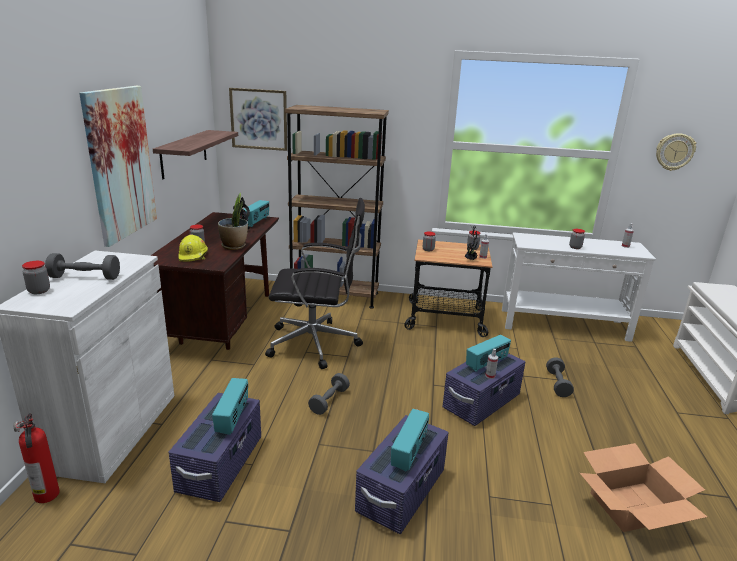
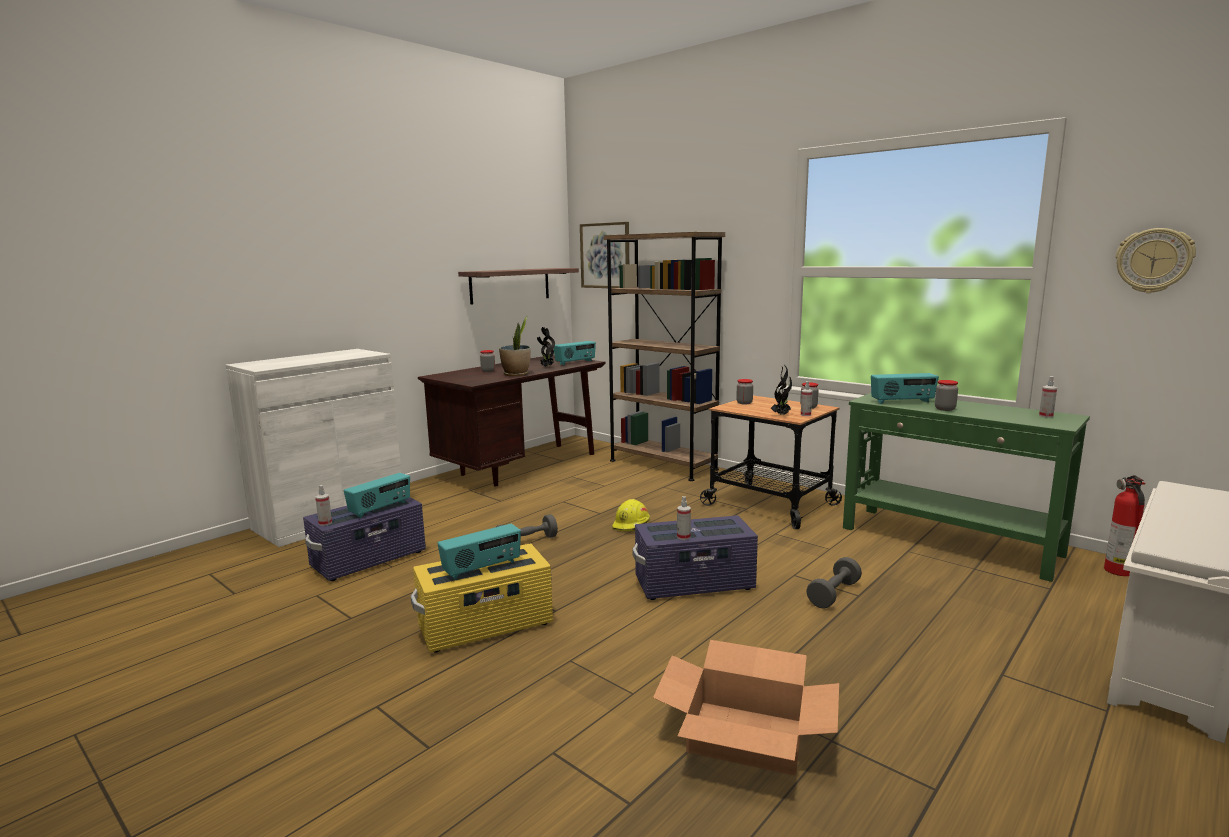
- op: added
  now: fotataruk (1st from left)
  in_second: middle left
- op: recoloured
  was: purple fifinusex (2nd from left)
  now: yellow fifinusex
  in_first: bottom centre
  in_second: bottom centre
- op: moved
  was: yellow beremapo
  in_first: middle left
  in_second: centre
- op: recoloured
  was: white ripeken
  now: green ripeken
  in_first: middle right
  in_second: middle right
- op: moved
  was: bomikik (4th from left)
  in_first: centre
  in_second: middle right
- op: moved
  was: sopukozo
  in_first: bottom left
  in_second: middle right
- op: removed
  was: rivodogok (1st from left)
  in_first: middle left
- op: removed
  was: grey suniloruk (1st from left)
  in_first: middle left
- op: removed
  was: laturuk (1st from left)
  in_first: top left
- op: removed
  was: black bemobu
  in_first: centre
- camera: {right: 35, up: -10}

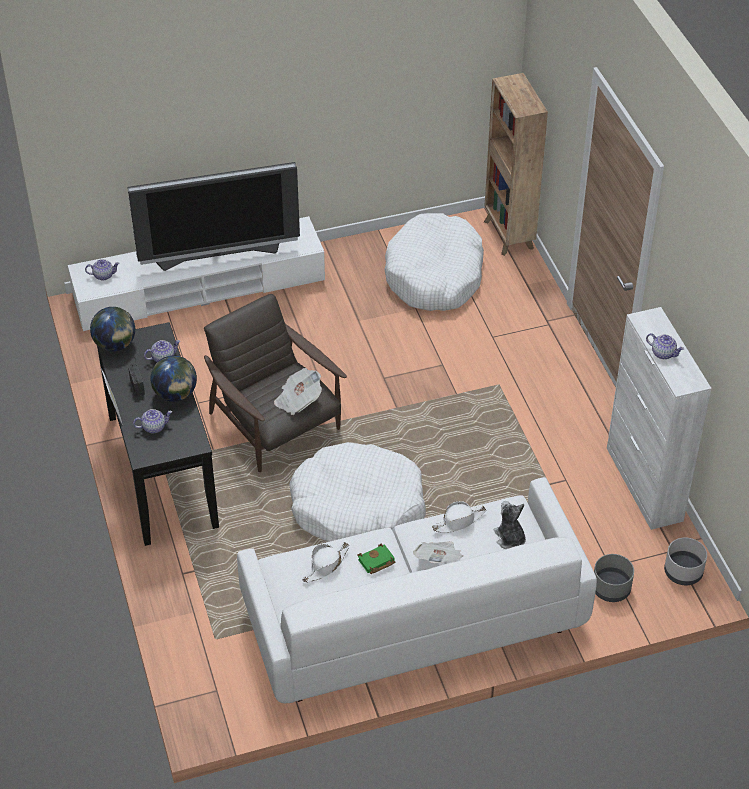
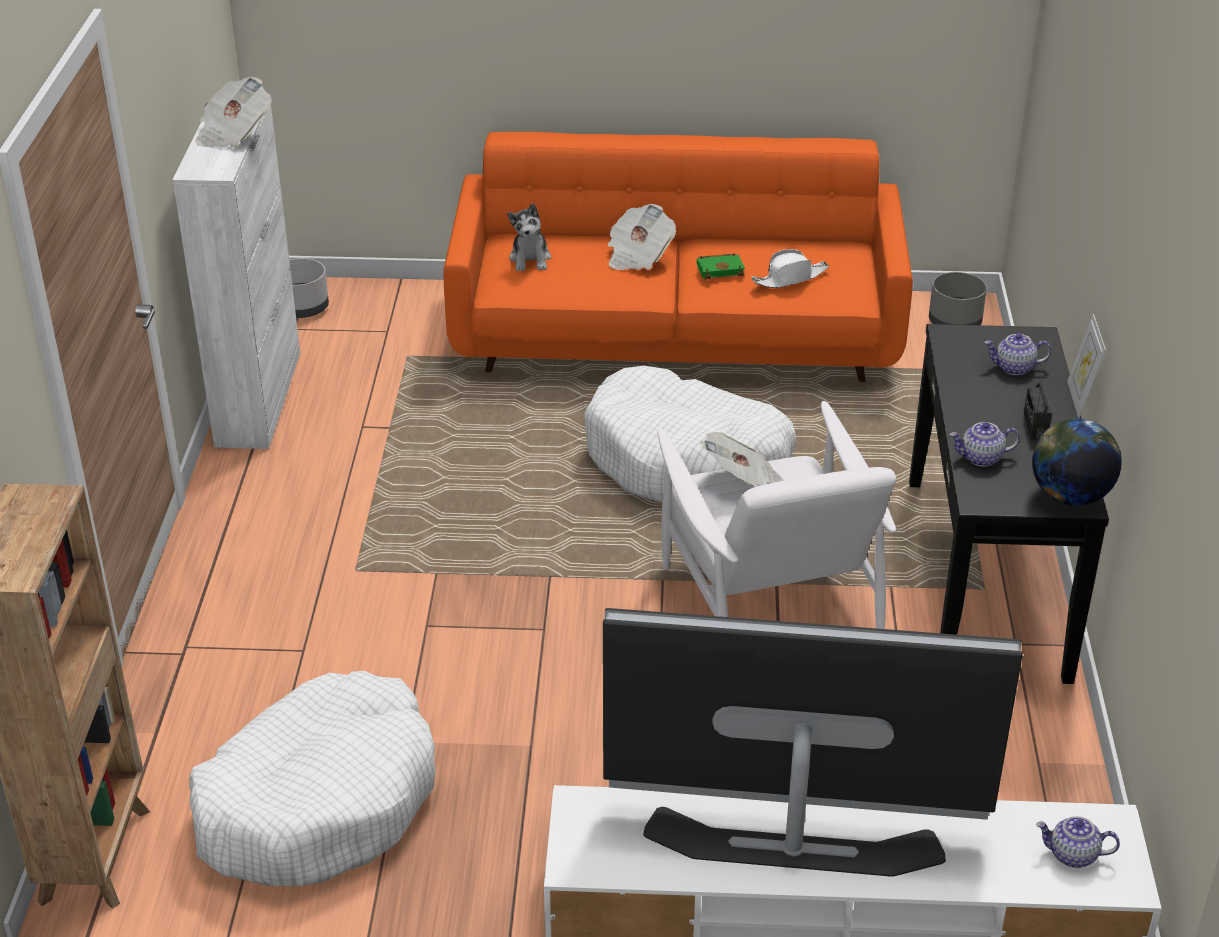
- op: replaced
  was: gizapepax (4th from left)
  now: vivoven (1st from left)
  in_first: middle right
  in_second: top left
- op: recoloured
  was: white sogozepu
  now: orange sogozepu
  in_first: bottom centre
  in_second: top centre
- op: recoloured
  was: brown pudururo
  now: white pudururo
  in_first: centre
  in_second: centre
- op: moved
  was: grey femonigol (1st from left in the first image)
  now: grey femonigol (2nd from left)
  in_first: bottom right
  in_second: top right
- op: removed
  was: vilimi (2nd from left)
  in_first: middle left
- op: removed
  was: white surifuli (2nd from left)
  in_first: centre
- camera: {right: -160, up: -10}

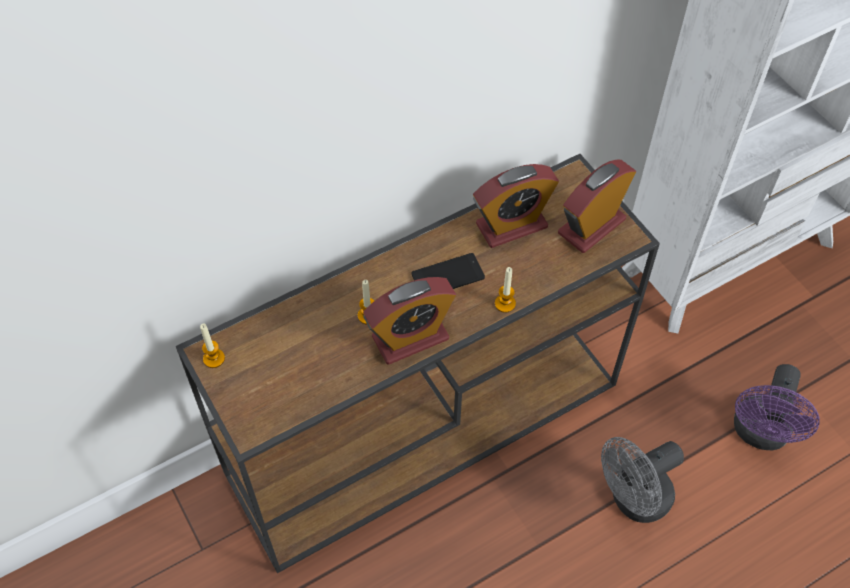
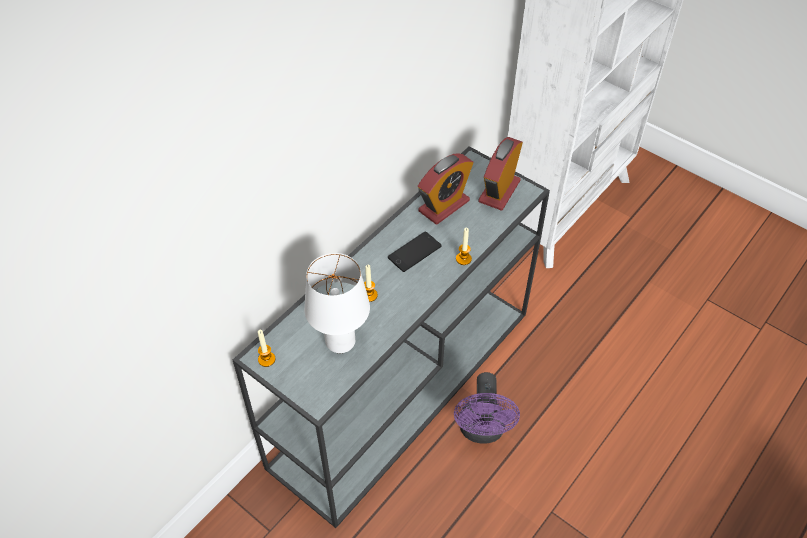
- op: recoloured
  was: brown ripeken
  now: grey ripeken
  in_first: centre
  in_second: centre
- op: added
  now: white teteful
  in_second: centre
- op: moved
  was: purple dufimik
  in_first: bottom right
  in_second: bottom centre
- op: removed
  was: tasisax (1st from left)
  in_first: centre
- op: removed
  was: grey dufimik
  in_first: bottom right
- camera: {right: -20, up: -5}

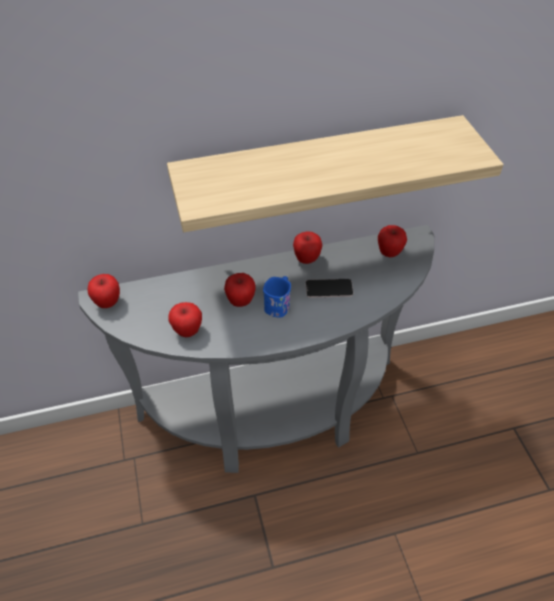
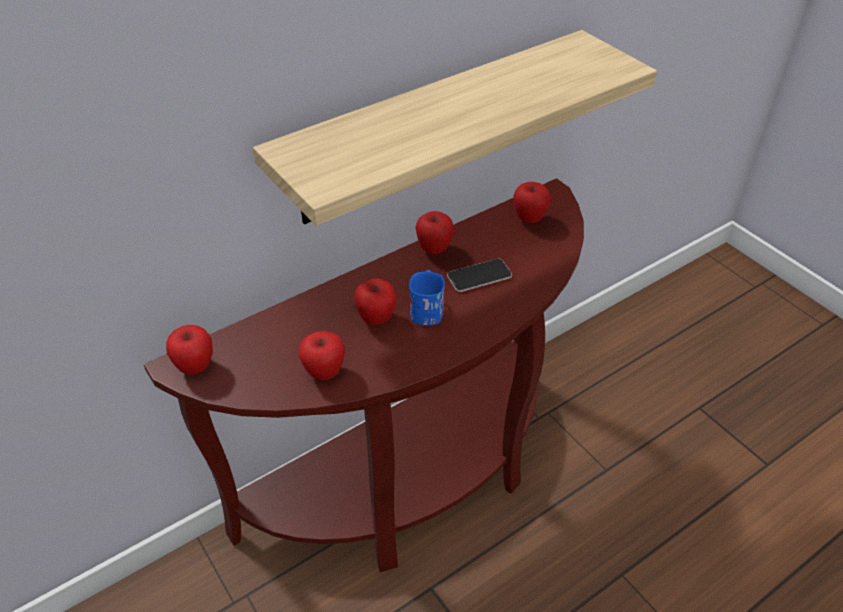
- op: recoloured
  was: grey ripeken
  now: brown ripeken
  in_first: centre
  in_second: centre
- camera: {right: -20, up: -5}

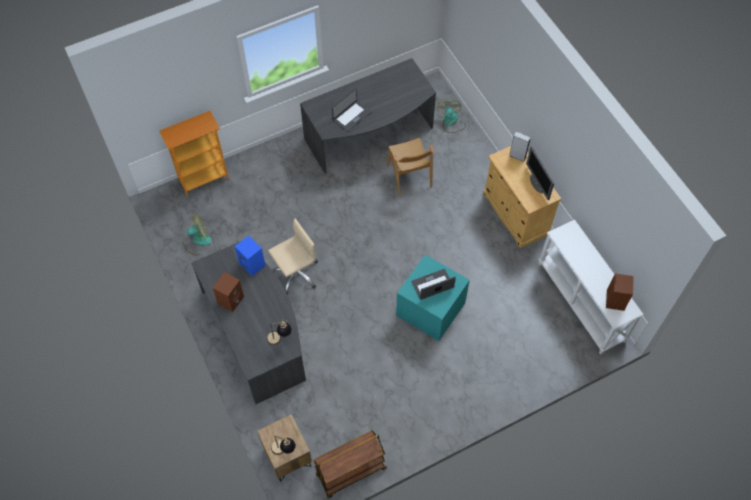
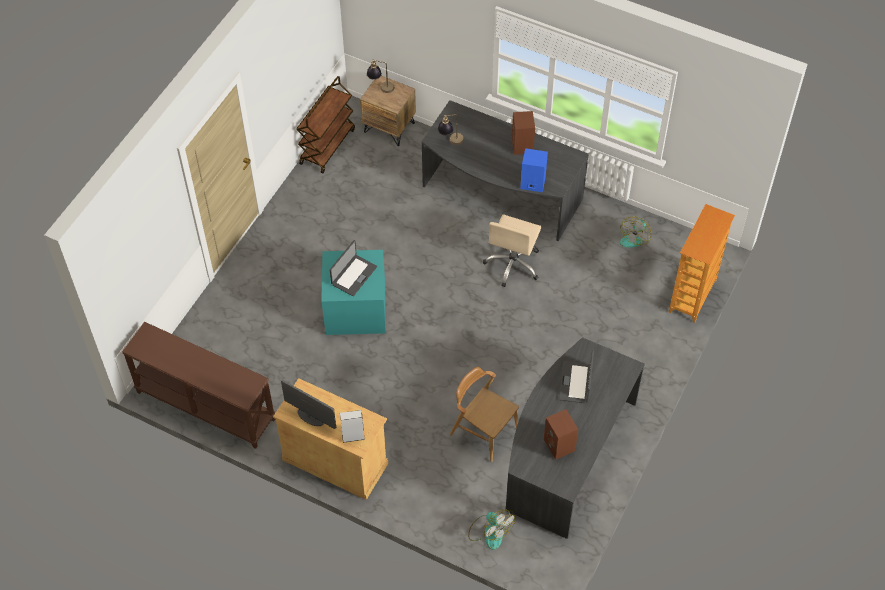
- op: recoloured
  was: white ripeken
  now: brown ripeken
  in_first: middle right
  in_second: middle left
- op: moved
  was: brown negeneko (2nd from left)
  in_first: middle right
  in_second: bottom centre
- camera: {right: 145, up: -5}

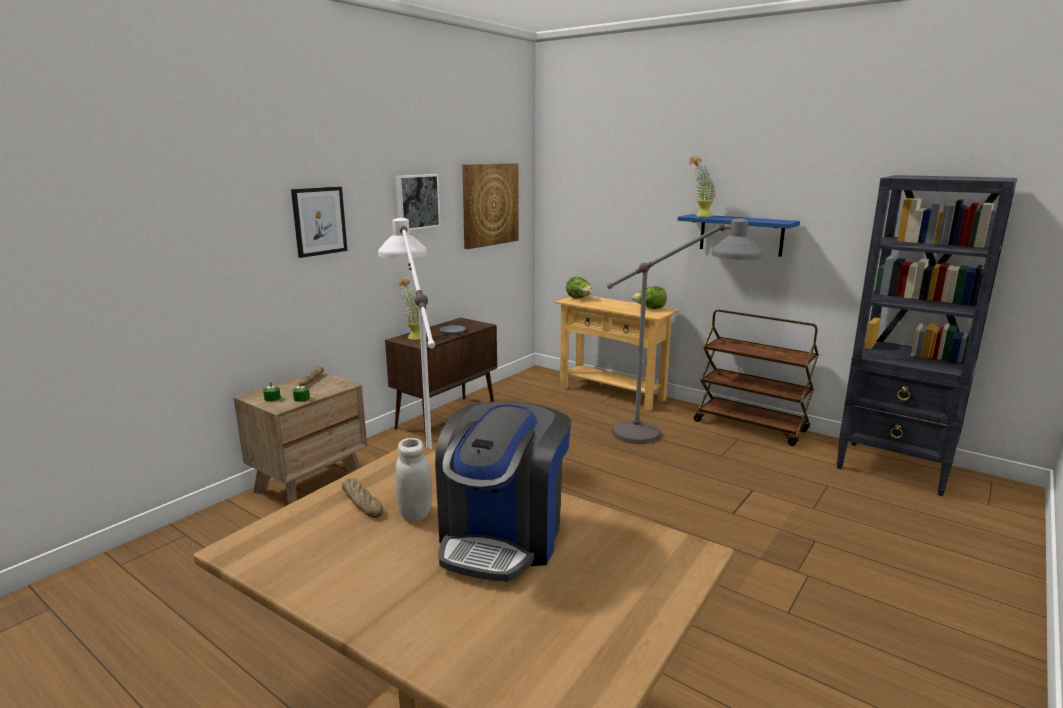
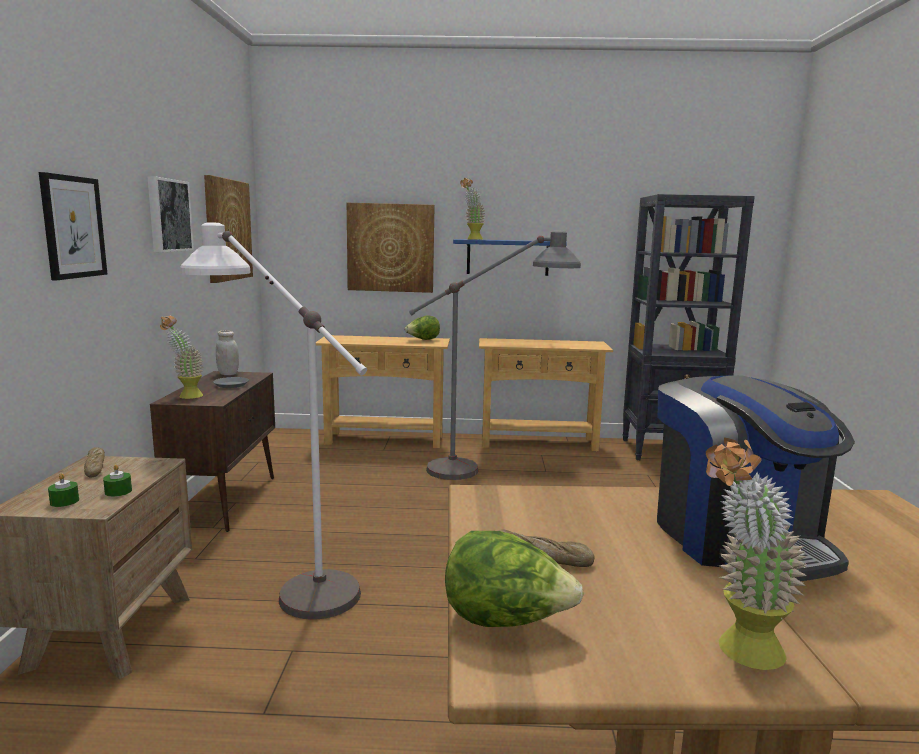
- op: moved
  was: white rivodogok
  in_first: bottom centre
  in_second: middle left
- op: added
  now: laturuk (4th from left)
  in_second: top centre
- op: moved
  was: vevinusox (1st from left in the first image)
  now: vevinusox (2nd from left)
  in_first: centre
  in_second: bottom centre
- op: replaced
  was: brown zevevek
  now: beige ripeken (2nd from left)
  in_first: middle right
  in_second: centre
- op: added
  now: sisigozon (3rd from left)
  in_second: bottom right
- camera: {right: -35, up: -5}

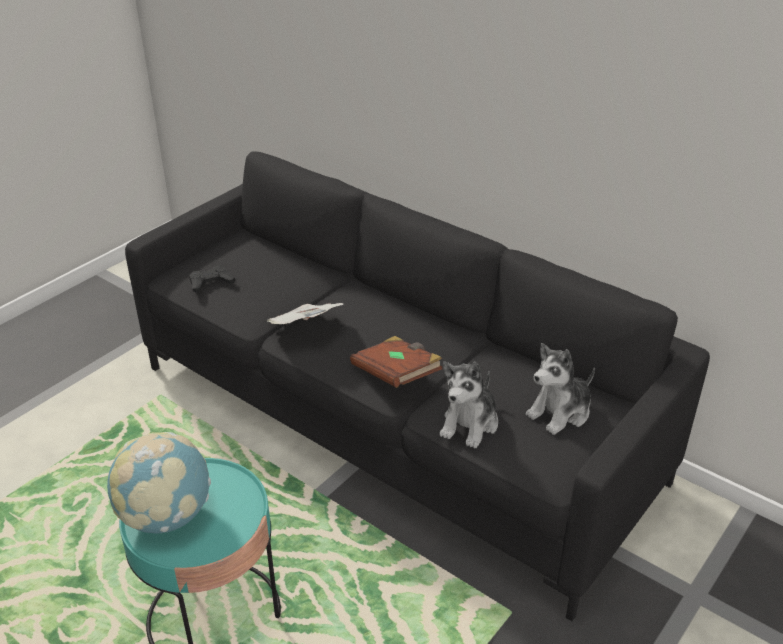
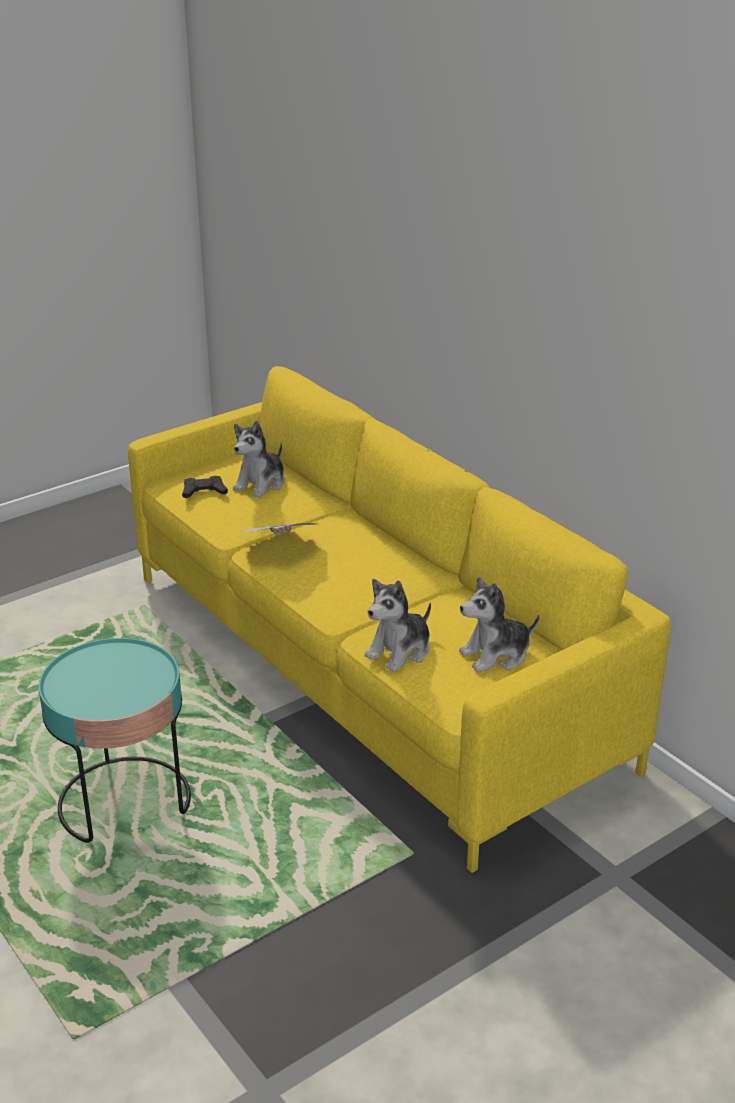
- op: recoloured
  was: black sogozepu
  now: yellow sogozepu
  in_first: centre
  in_second: centre
- op: added
  now: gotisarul (1st from left)
  in_second: centre
- op: removed
  was: vilimi
  in_first: bottom left
- op: removed
  was: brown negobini
  in_first: centre
- camera: {right: 15, up: -5}

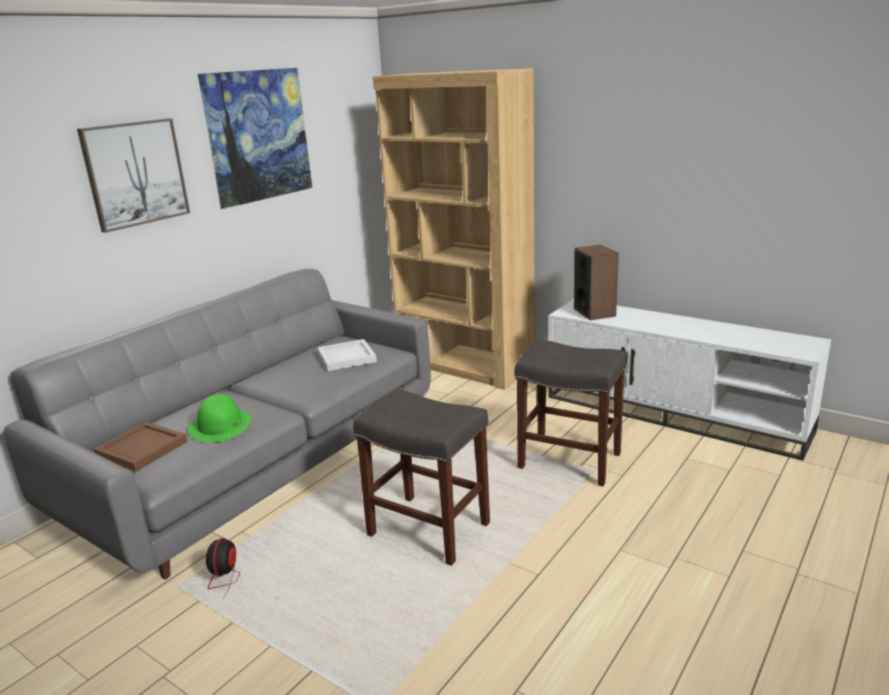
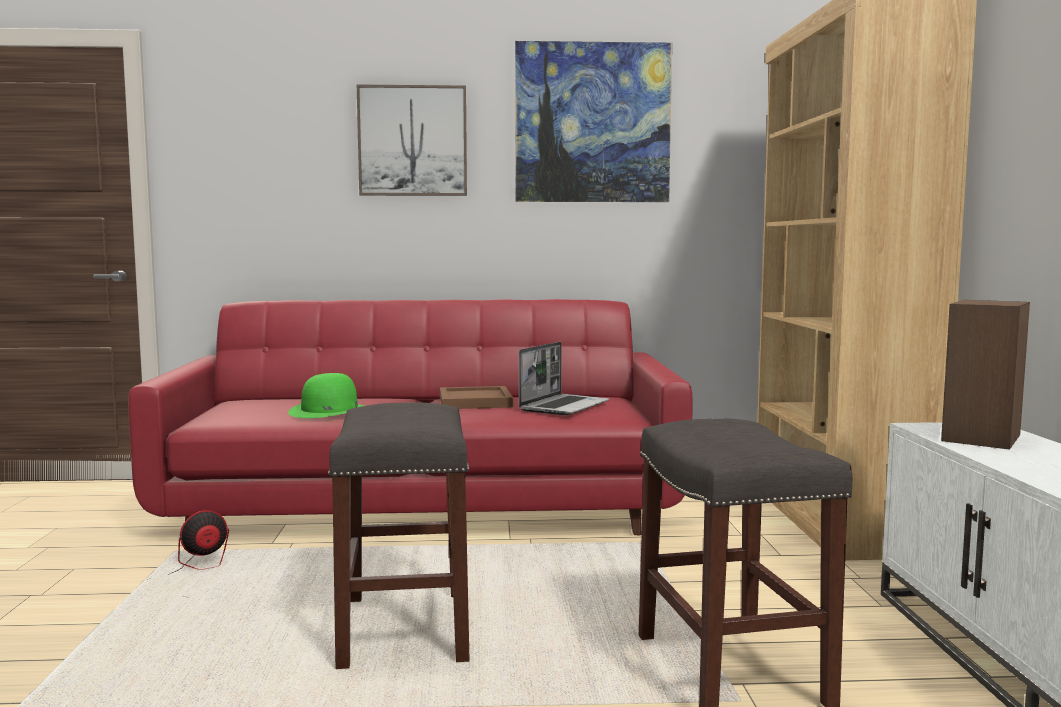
- op: recoloured
  was: grey sogozepu
  now: red sogozepu
  in_first: middle left
  in_second: centre
- op: moved
  was: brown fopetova
  in_first: middle left
  in_second: centre
- op: replaced
  was: white fopetova
  now: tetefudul
  in_first: centre
  in_second: centre
- camera: {right: 50, up: -15}

